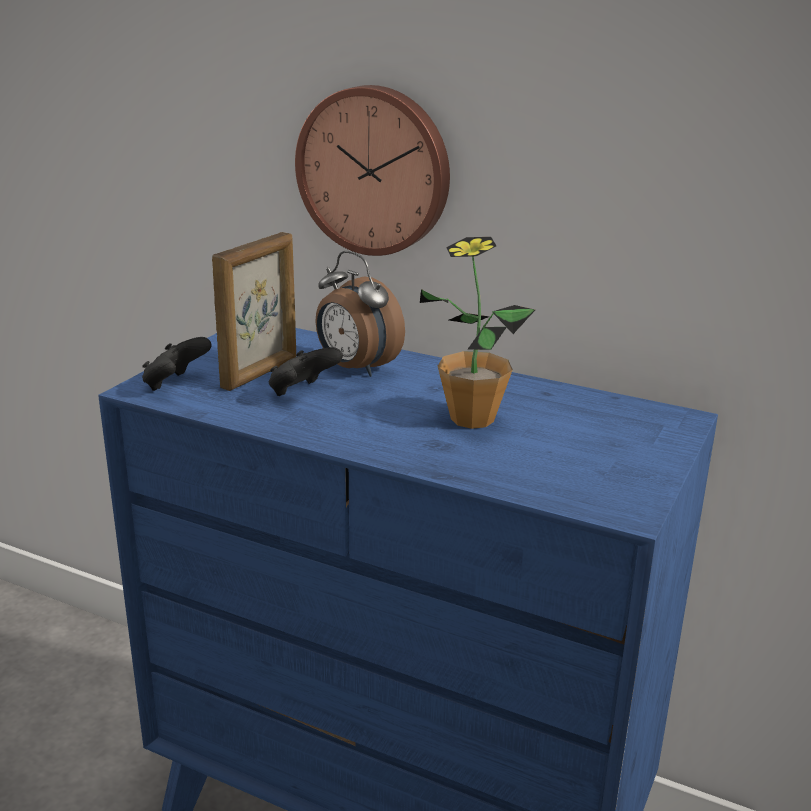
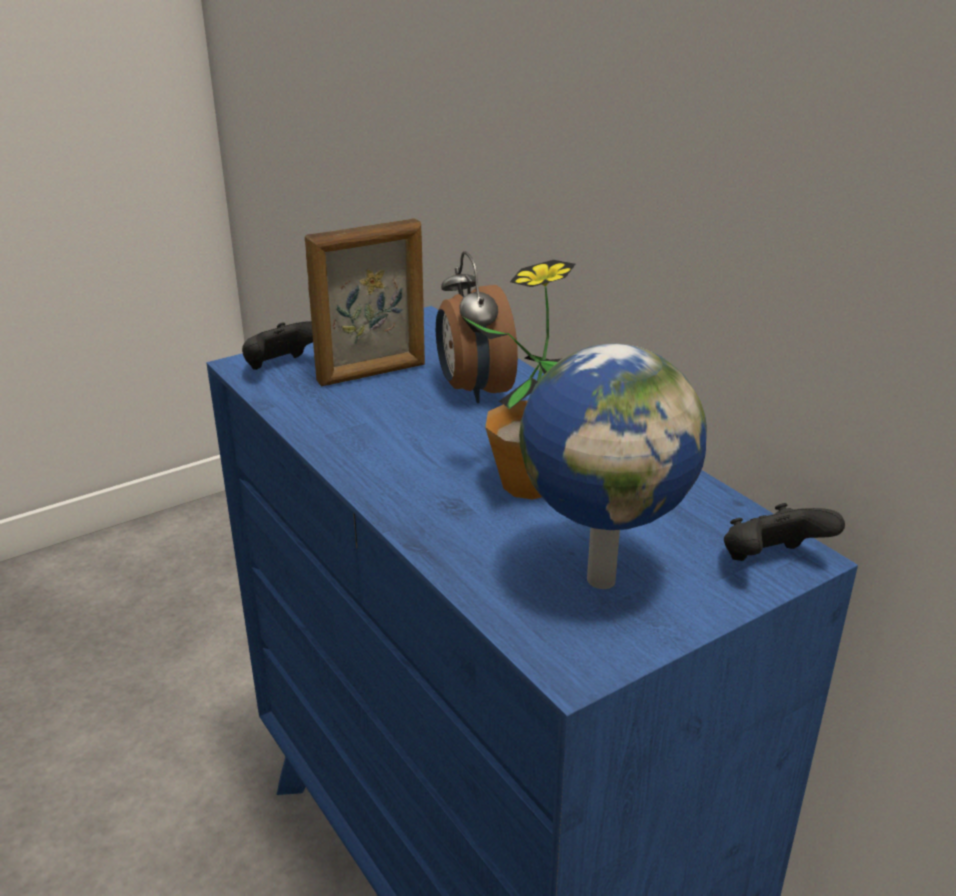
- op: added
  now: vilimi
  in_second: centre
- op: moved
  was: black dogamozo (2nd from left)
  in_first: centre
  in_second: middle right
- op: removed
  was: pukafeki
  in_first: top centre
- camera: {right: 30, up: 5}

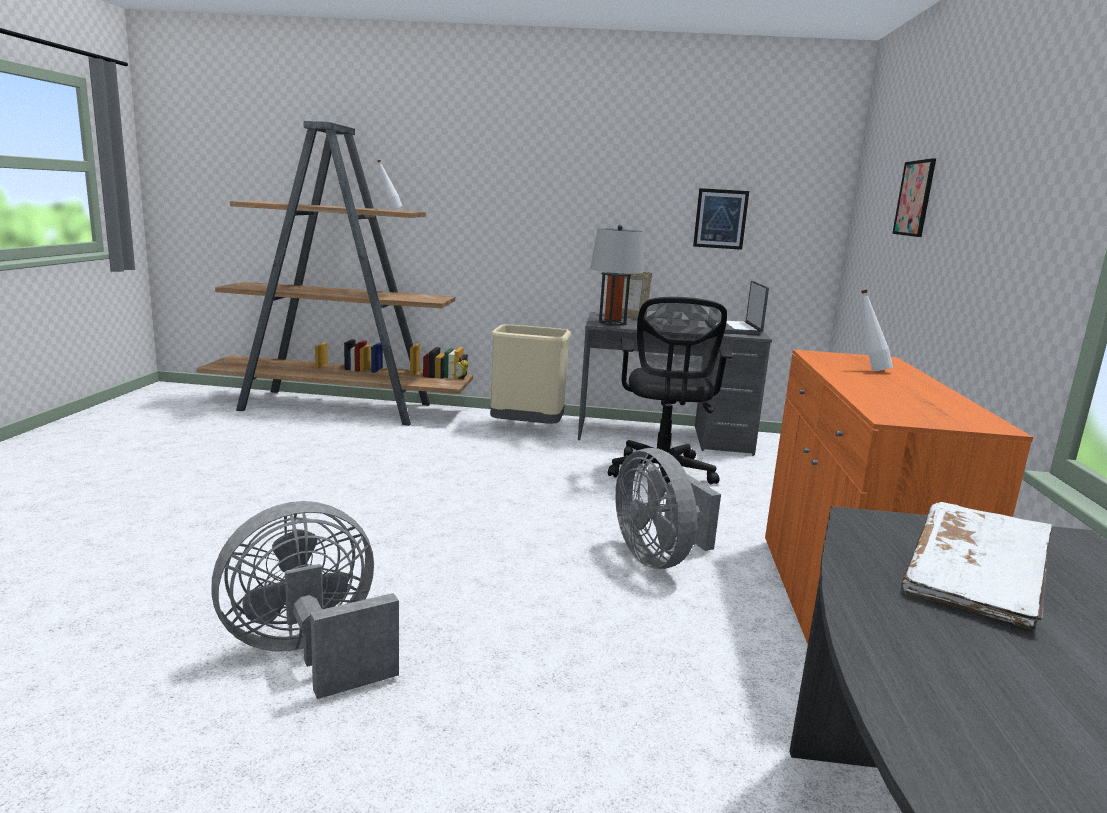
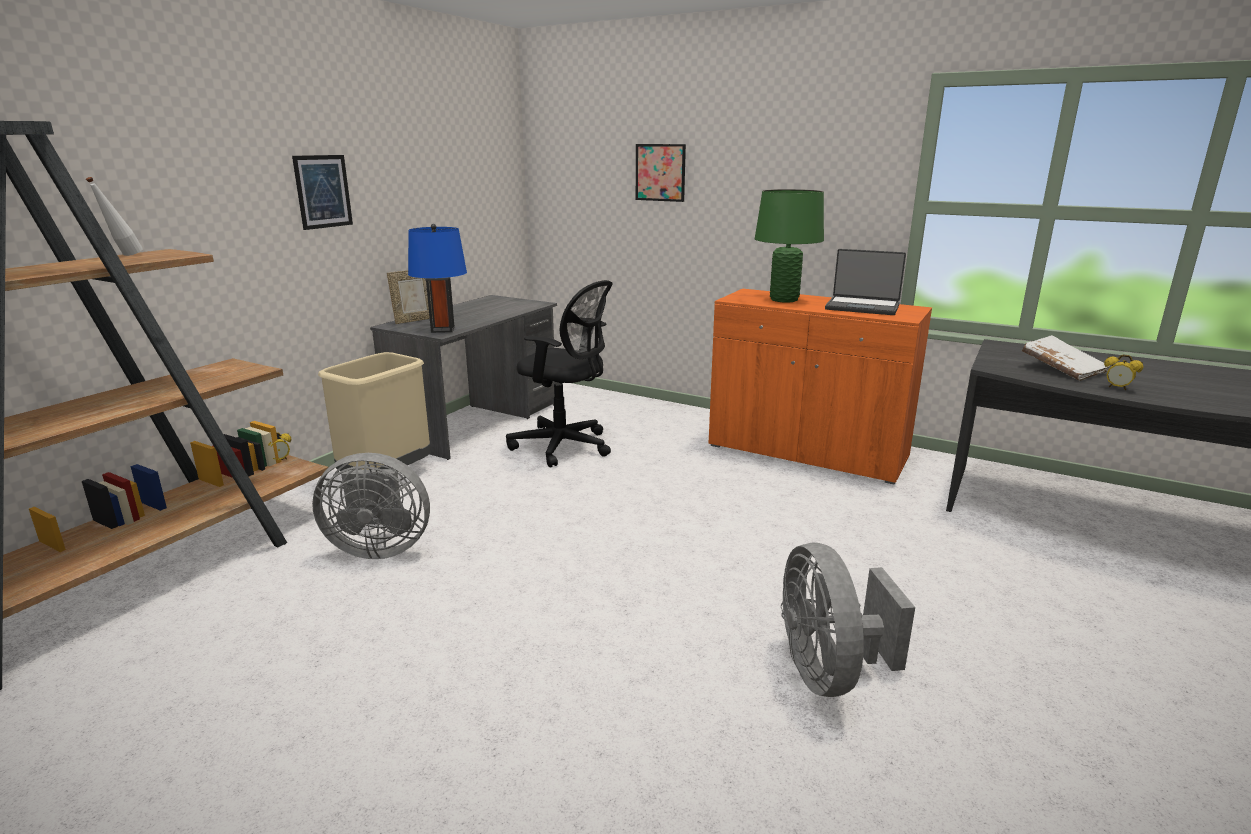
- op: moved
  was: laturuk (1st from left)
  in_first: top centre
  in_second: top left
- op: moved
  was: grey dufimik (2nd from left in the first image)
  now: grey dufimik (1st from left)
  in_first: centre
  in_second: middle left
- op: recoloured
  was: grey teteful
  now: blue teteful
  in_first: centre
  in_second: centre
- op: replaced
  was: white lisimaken (2nd from left)
  now: green teteful
  in_first: middle right
  in_second: top centre
- op: moved
  was: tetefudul
  in_first: centre
  in_second: middle right
- op: added
  now: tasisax (2nd from left)
  in_second: middle right
- camera: {right: -65, up: 5}

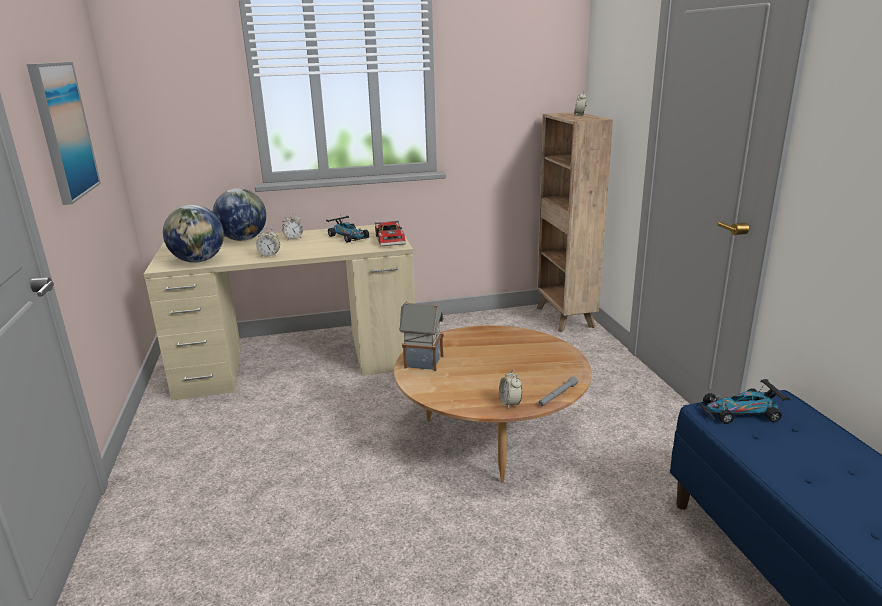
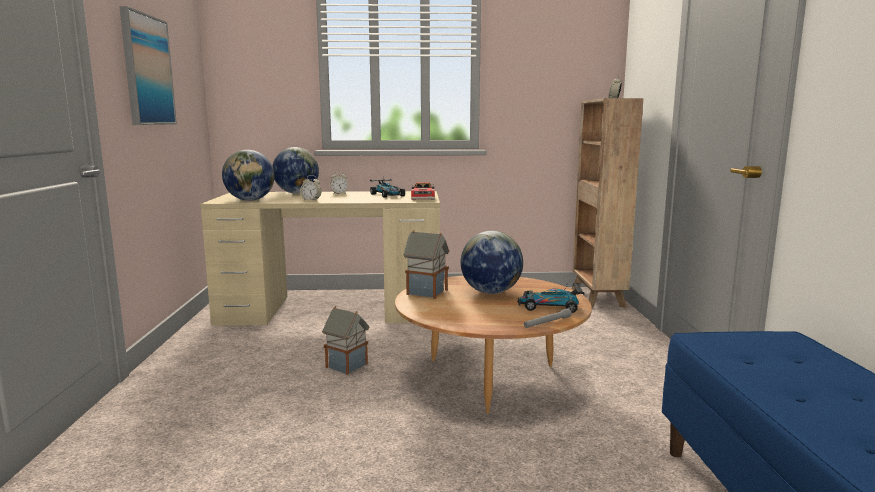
- op: added
  now: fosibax (1st from left)
  in_second: bottom centre
- op: added
  now: vilimi (3rd from left)
  in_second: centre
- op: moved
  was: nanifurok (3rd from left)
  in_first: middle right
  in_second: centre
- op: removed
  was: tasisax (3rd from left)
  in_first: centre
- camera: {right: 10, up: -10}

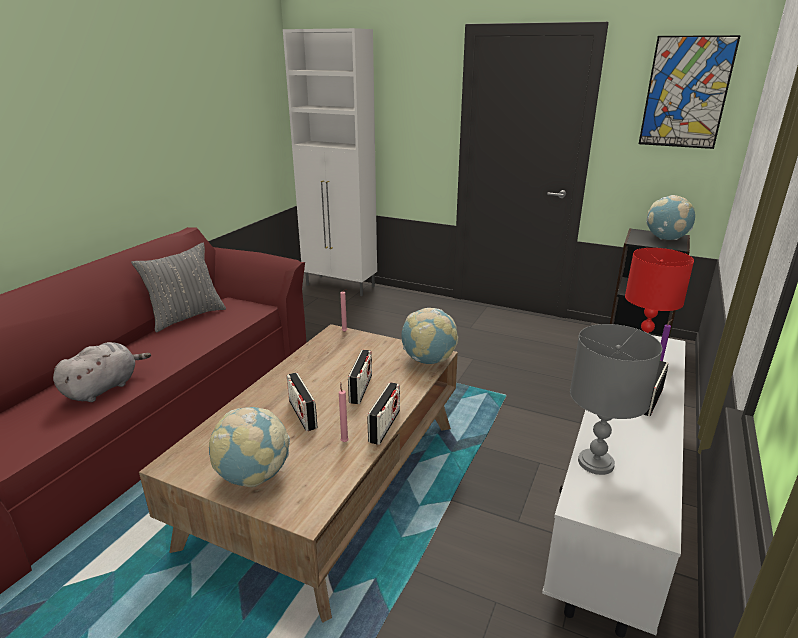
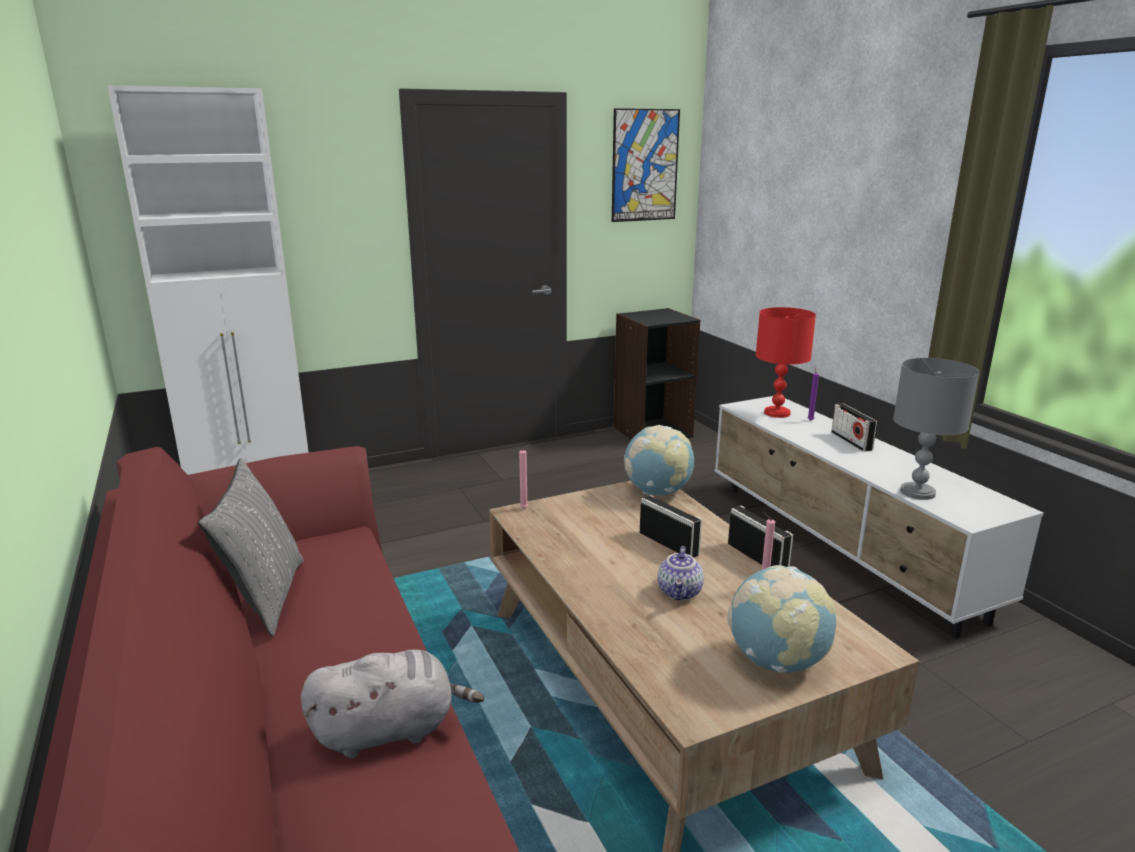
- op: turned
  was: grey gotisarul
  in_first: middle left
  in_second: bottom centre
  clockwise: 90
- op: replaced
  was: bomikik (1st from left)
  now: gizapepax
  in_first: centre
  in_second: bottom centre
- op: removed
  was: vilimi (3rd from left)
  in_first: middle right
- camera: {right: -50, up: -5}

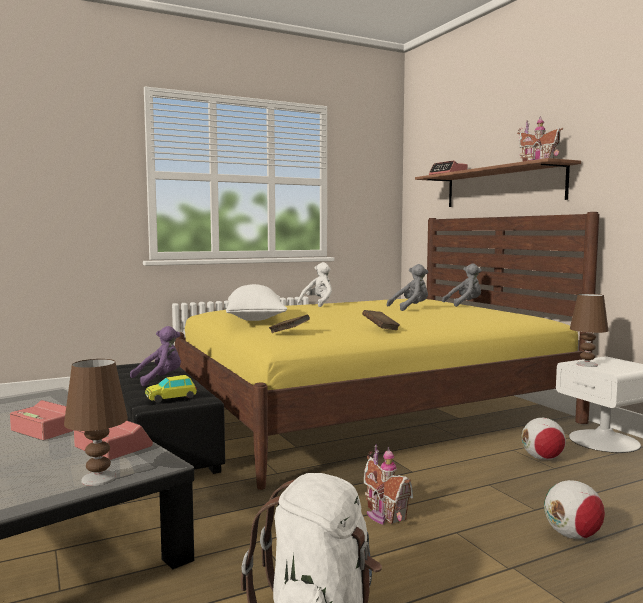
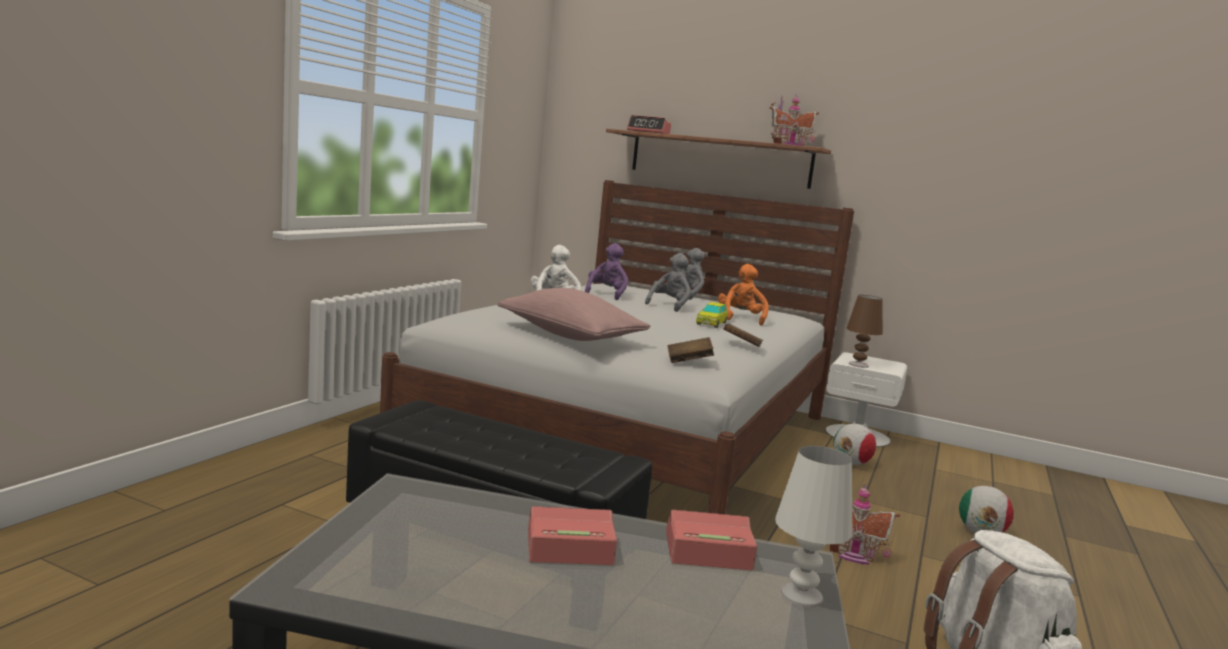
- op: recoloured
  was: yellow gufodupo
  now: white gufodupo
  in_first: centre
  in_second: centre
- op: recoloured
  was: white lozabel
  now: pink lozabel
  in_first: centre
  in_second: centre
- op: moved
  was: purple gotisarul
  in_first: middle left
  in_second: centre
- op: moved
  was: nanifurok
  in_first: middle left
  in_second: centre
- op: added
  now: orange gotisarul
  in_second: centre
- op: recoloured
  was: brown teteful (1st from left)
  now: white teteful
  in_first: bottom left
  in_second: bottom centre
- camera: {right: -40, up: 5}

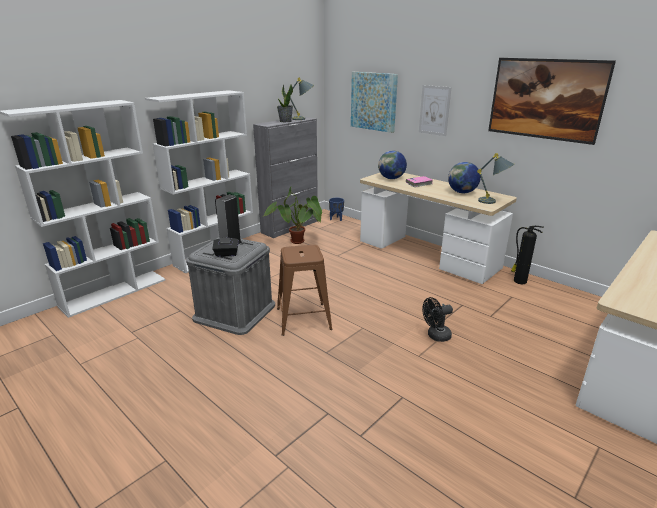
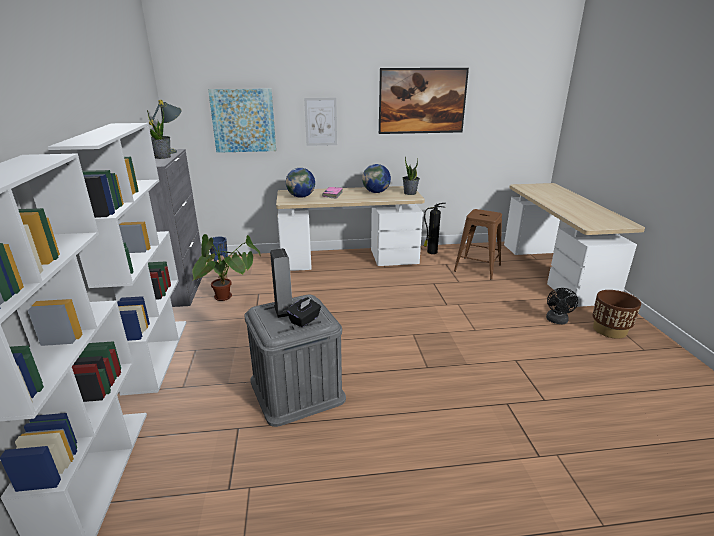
- op: replaced
  was: grey teteful (2nd from left)
  now: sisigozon (3rd from left)
  in_first: middle right
  in_second: top centre
- op: moved
  was: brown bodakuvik
  in_first: centre
  in_second: middle right
- op: moved
  was: black dufimik
  in_first: centre
  in_second: middle right
- op: added
  now: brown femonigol
  in_second: middle right
- camera: {right: -50, up: 0}

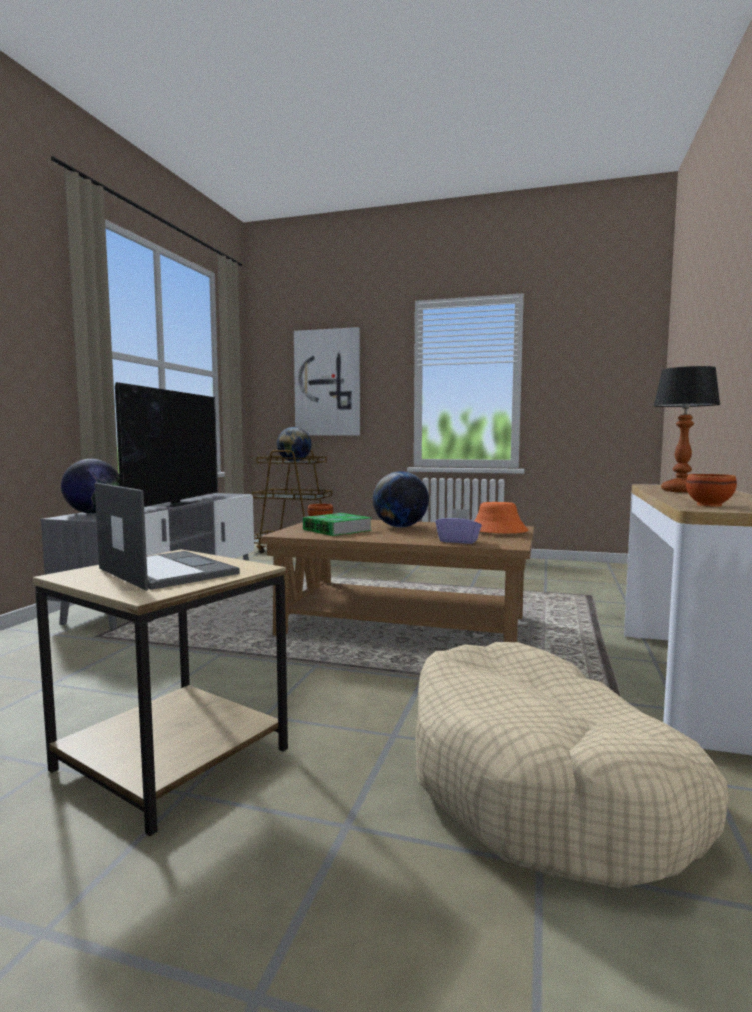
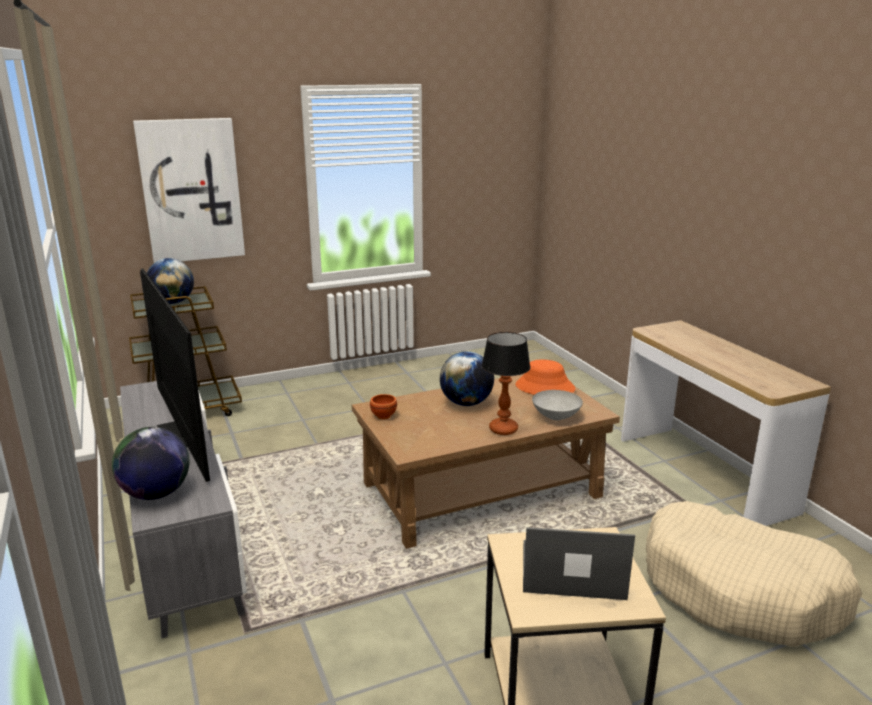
- op: moved
  was: teteful
  in_first: middle right
  in_second: centre
- op: replaced
  was: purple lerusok
  now: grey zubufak
  in_first: centre
  in_second: centre
- op: removed
  was: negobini
  in_first: centre
- op: removed
  was: brown zubufak (2nd from left)
  in_first: middle right
- camera: {right: -40, up: 15}

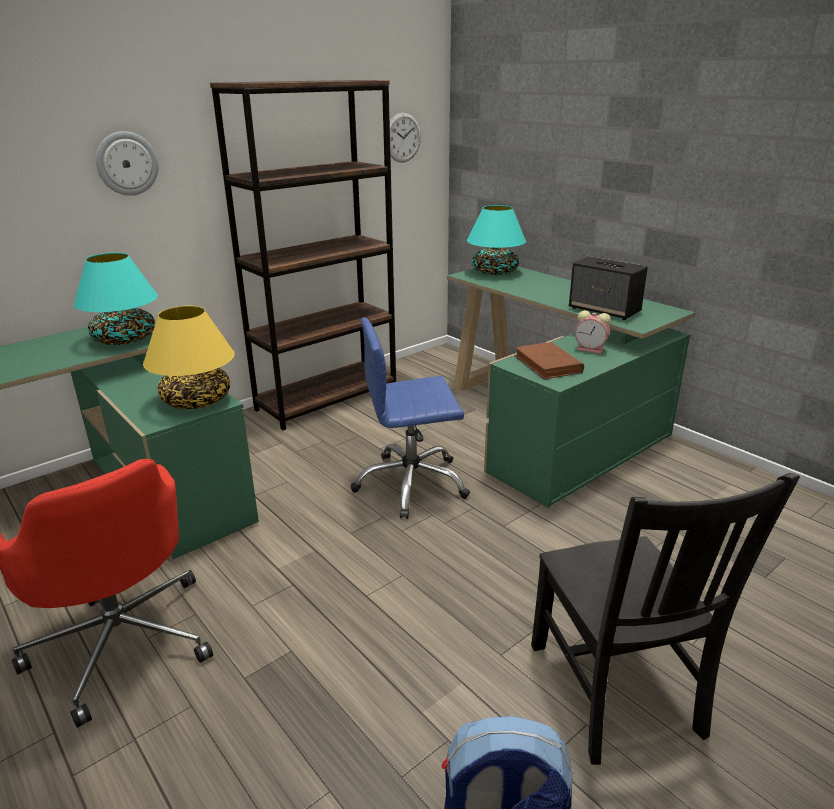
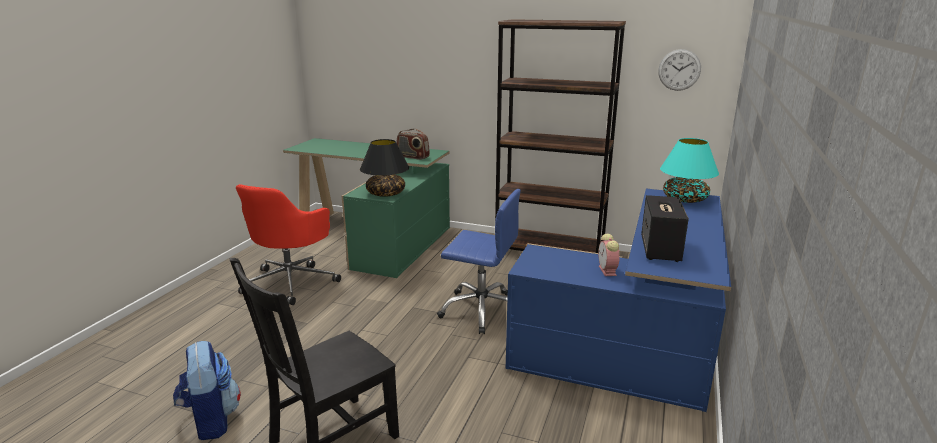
- op: recoloured
  was: yellow teteful
  now: black teteful
  in_first: middle left
  in_second: centre
- op: replaced
  was: turquoise teteful (1st from left)
  now: bomikik
  in_first: middle left
  in_second: top centre
- op: turned
  was: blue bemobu
  in_first: centre
  in_second: centre
  clockwise: 150
- op: recoloured
  was: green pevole (2nd from left)
  now: blue pevole
  in_first: middle right
  in_second: bottom centre
- op: removed
  was: pukafeki (1st from left)
  in_first: top left
- op: removed
  was: brown negobini
  in_first: centre
- camera: {right: 60, up: -5}

